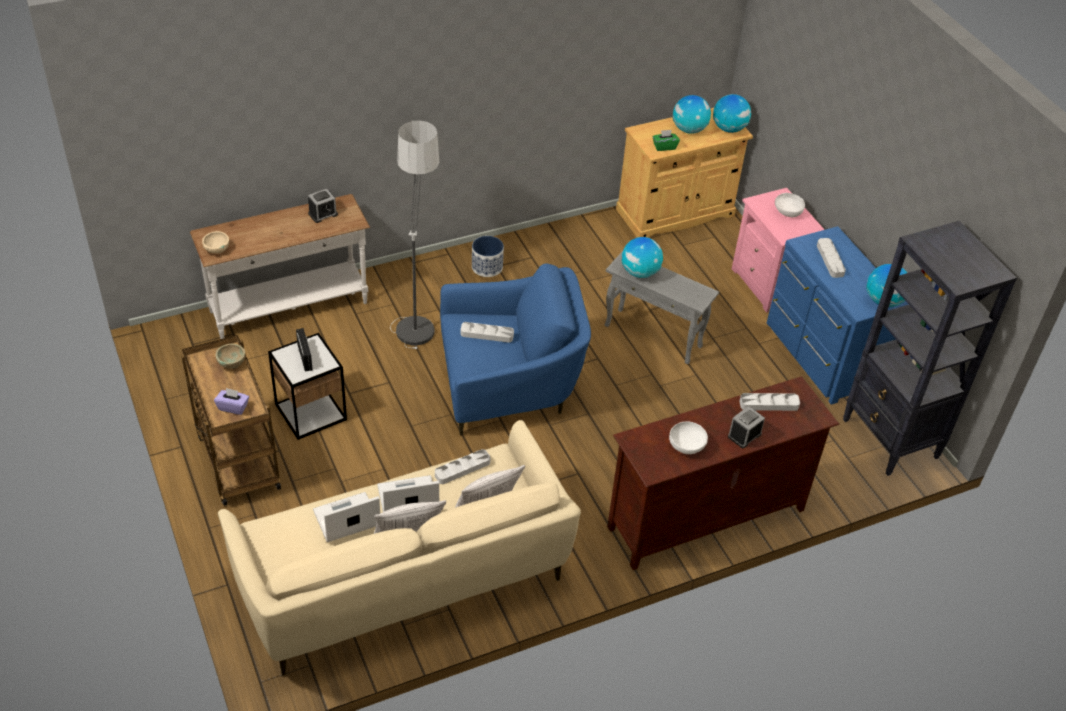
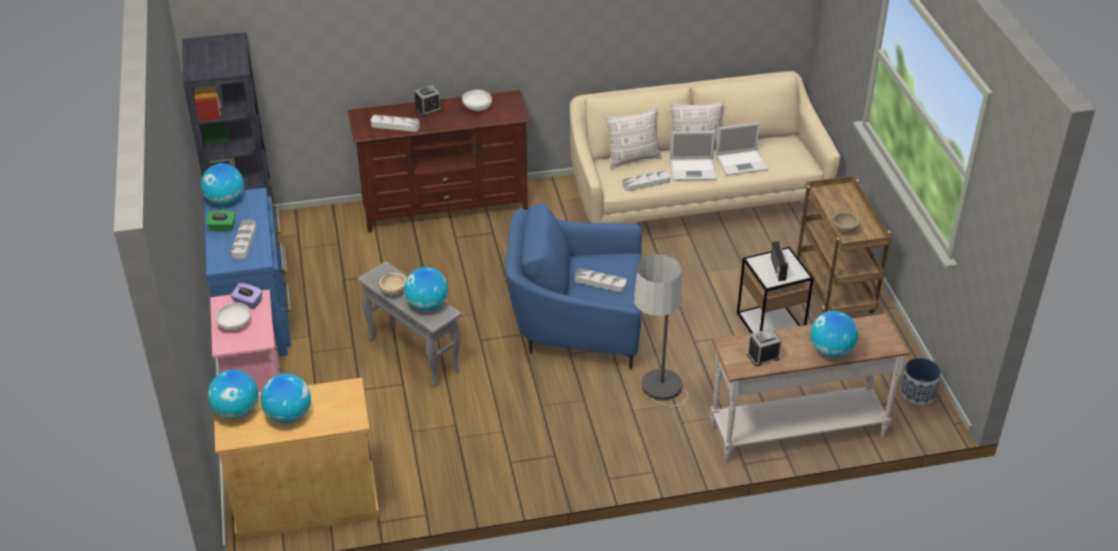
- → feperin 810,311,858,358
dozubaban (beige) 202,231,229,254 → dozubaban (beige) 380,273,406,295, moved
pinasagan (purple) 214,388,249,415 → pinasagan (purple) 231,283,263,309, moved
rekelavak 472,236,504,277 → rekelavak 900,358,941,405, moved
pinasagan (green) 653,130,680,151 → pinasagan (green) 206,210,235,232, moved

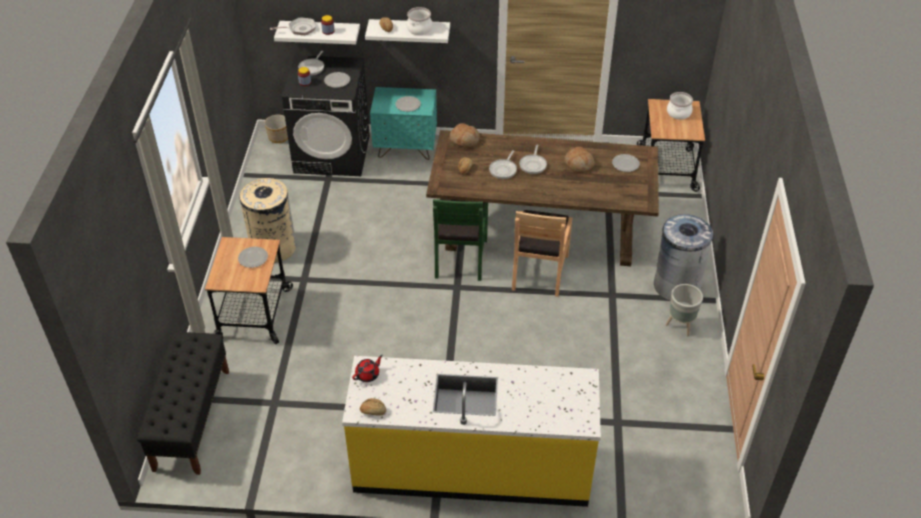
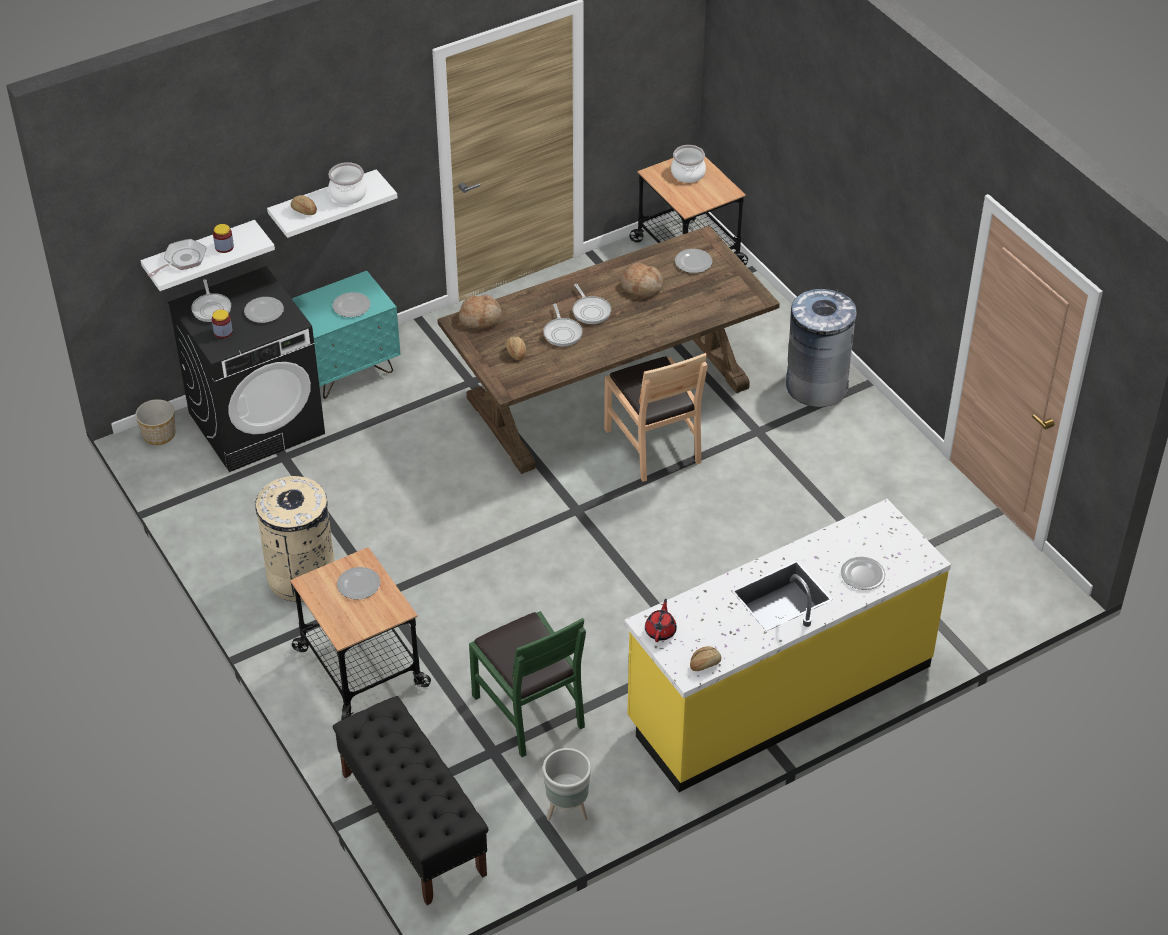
- → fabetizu 841,557,885,590
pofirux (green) 433,199,488,281 → pofirux (green) 469,611,586,757, moved
rekelavak (grey) 665,284,703,337 → rekelavak (grey) 543,748,591,820, moved

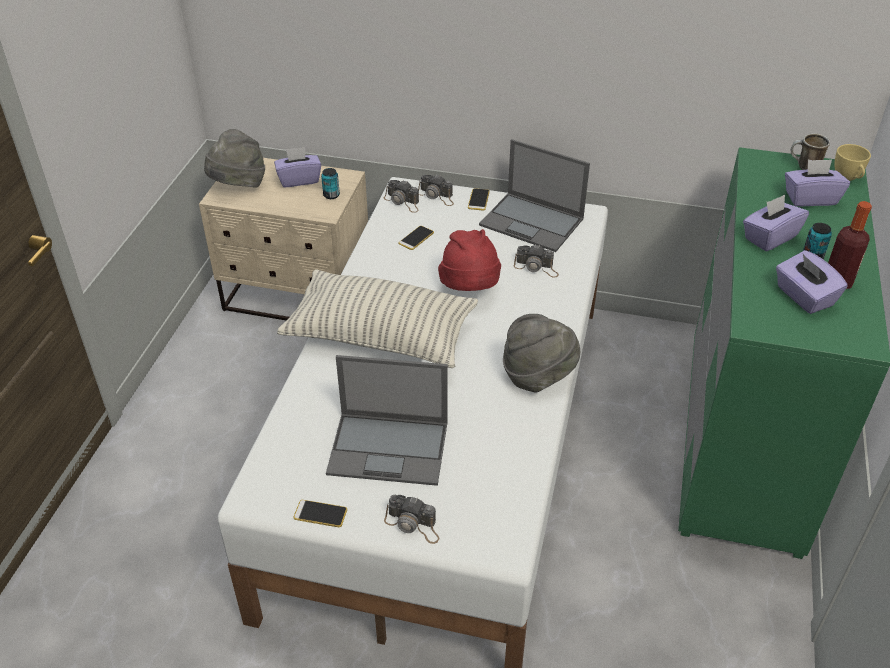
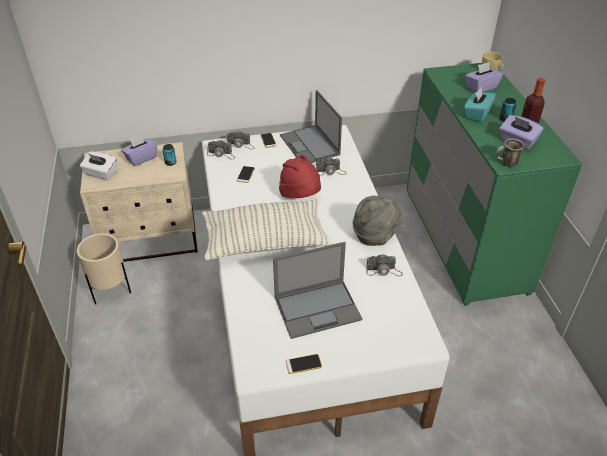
- → rekelavak (beige) 77,233,131,305
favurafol 384,495,439,544 → favurafol 366,254,403,277, moved
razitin 791,133,830,170 → razitin 496,139,524,167, moved
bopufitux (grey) 204,129,265,188 → pinasagan (white) 80,151,117,180
pinasagan (purple) 743,194,809,251 → pinasagan (turquoise) 464,87,496,123
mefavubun 479,139,590,252 → mefavubun 280,90,342,163, 60 degrees clockwise

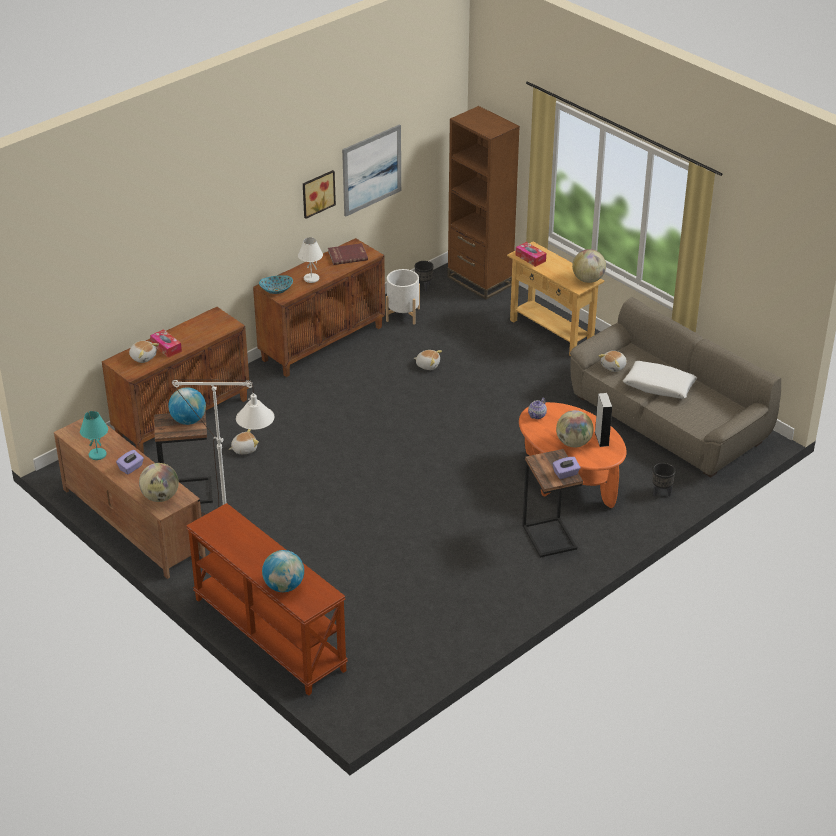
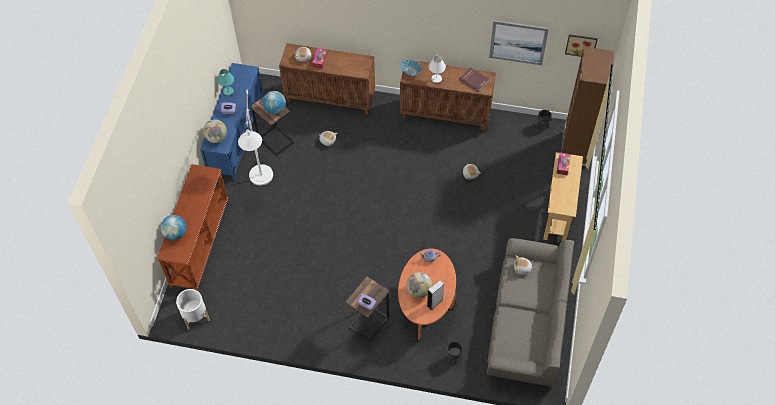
feperin 572,249,606,283 → -
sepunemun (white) 623,361,697,399 → -
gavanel 303,170,336,219 → gavanel 565,34,598,57, moved
rekelavak (white) 386,269,420,325 → rekelavak (white) 176,289,210,329, moved
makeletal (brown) 54,418,206,579 → makeletal (blue) 200,63,264,181

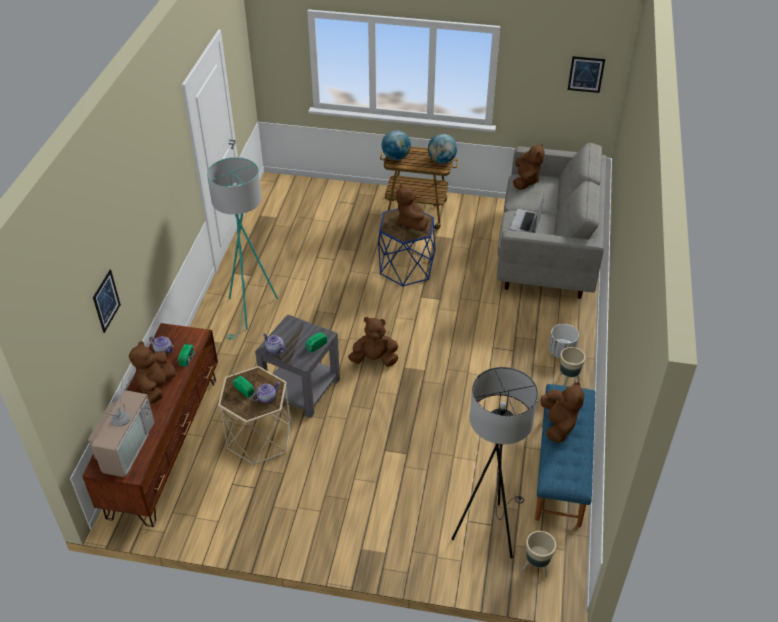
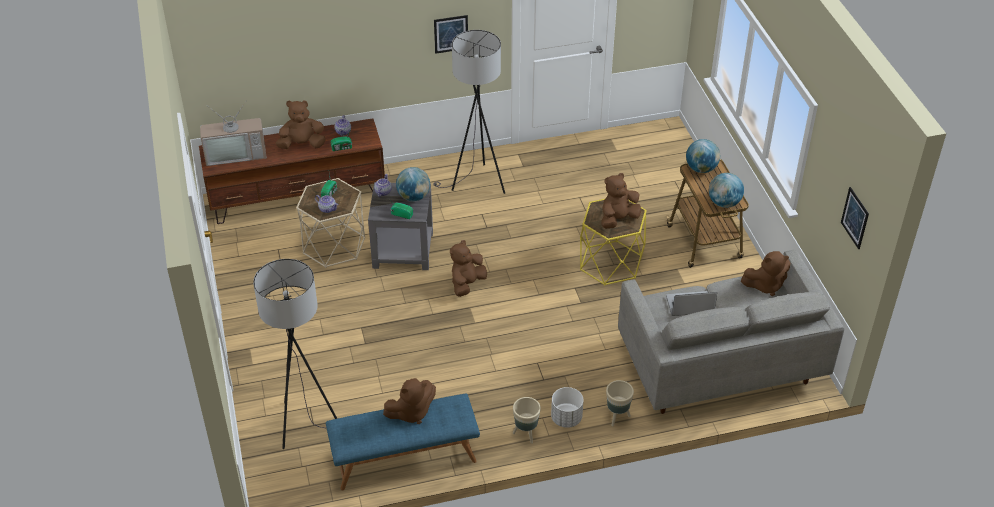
- → feperin 396,167,430,201
gavanel 93,270,121,333 → gavanel 434,15,468,54, moved
rekelavak (beige) 522,531,556,578 → rekelavak (beige) 606,380,634,426, moved
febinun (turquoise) 207,157,278,340 → febinun (grey) 433,30,505,194
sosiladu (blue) 378,208,435,287 → sosiladu (yellow) 580,198,647,286
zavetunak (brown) 348,317,398,367 → zavetunak (brown) 450,240,487,297, 120 degrees counterclockwise

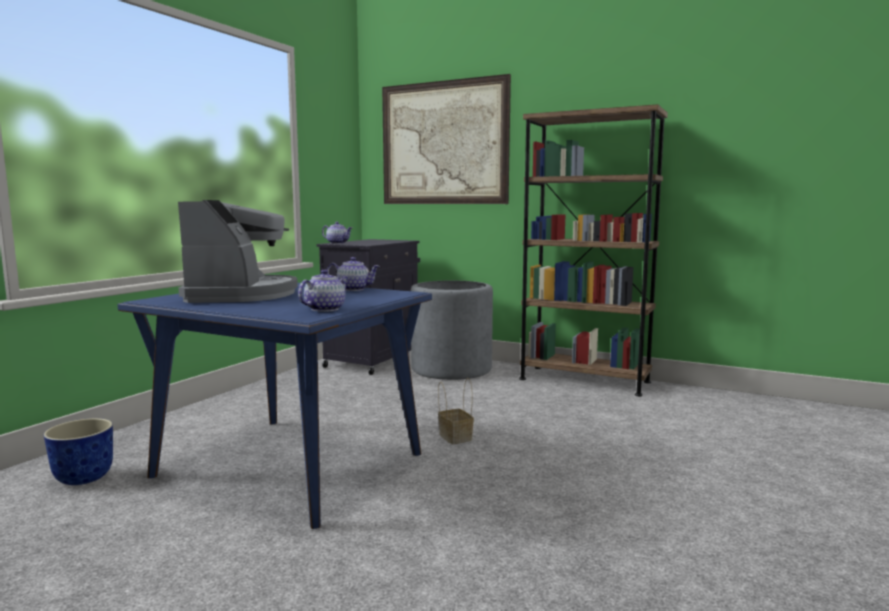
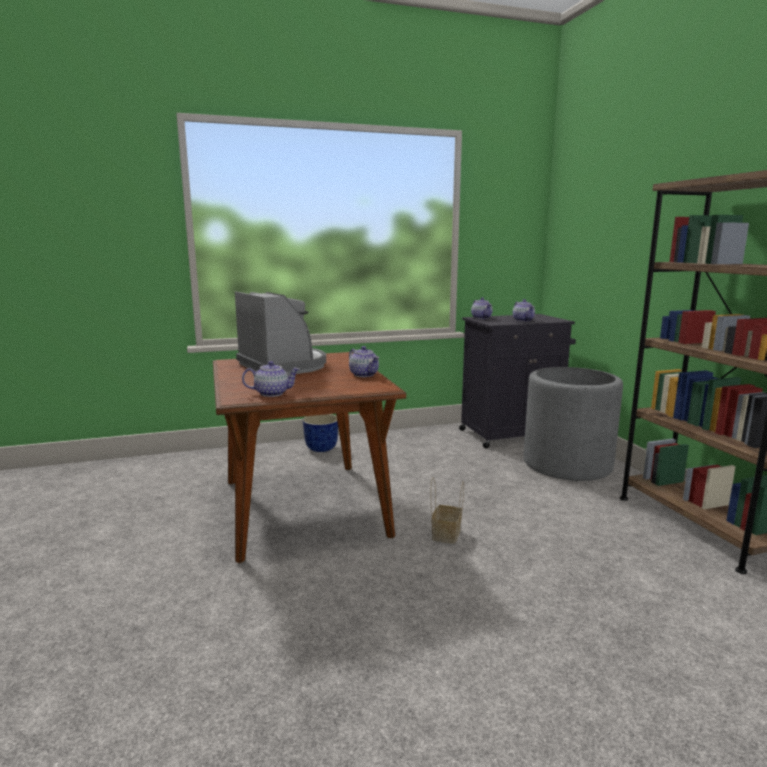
gavanel 382,74,511,204 → -
- → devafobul 513,299,535,322
rekelavak 44,418,113,485 → rekelavak 303,414,338,452, moved
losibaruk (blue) 118,283,432,529 → losibaruk (brown) 213,352,406,563
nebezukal 178,200,298,303 → nebezukal 235,291,326,375, 75 degrees counterclockwise

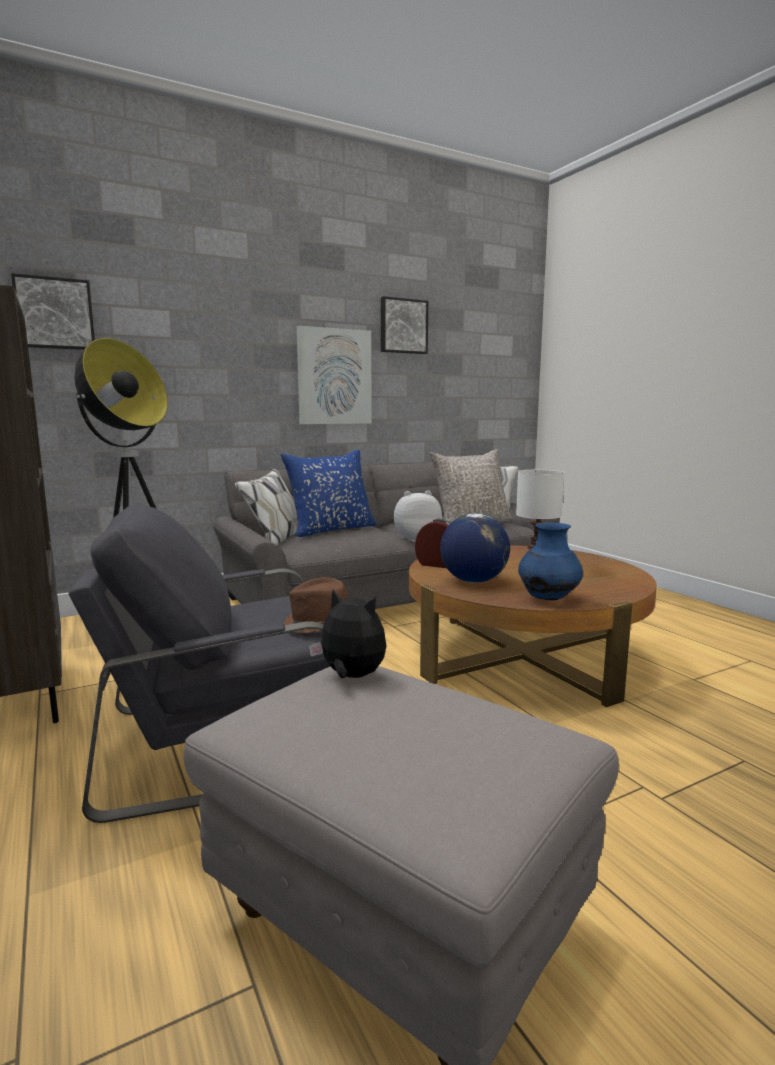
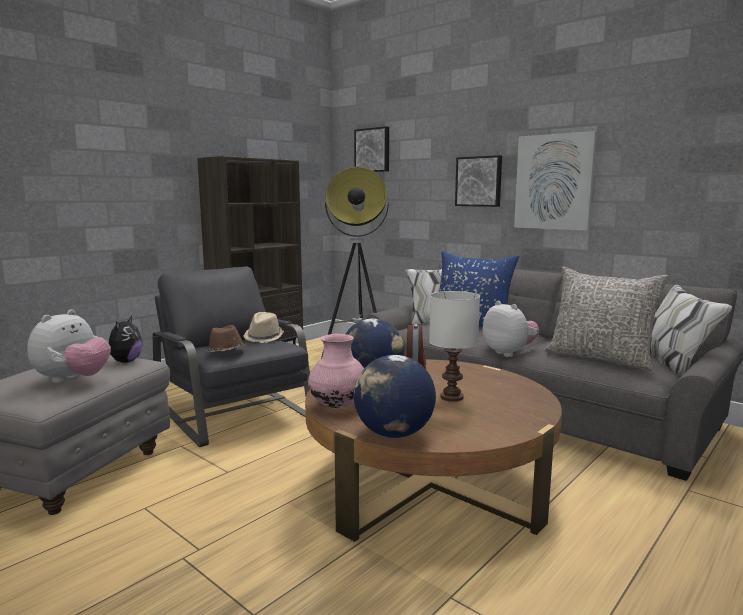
- → zavetunak 27,309,111,383
- → bopufitux (beige) 243,312,284,343
- → feperin 354,355,436,438
gavanel 381,296,428,354 → gavanel 455,155,502,207, moved
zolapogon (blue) 518,523,583,600 → zolapogon (pink) 308,334,364,408

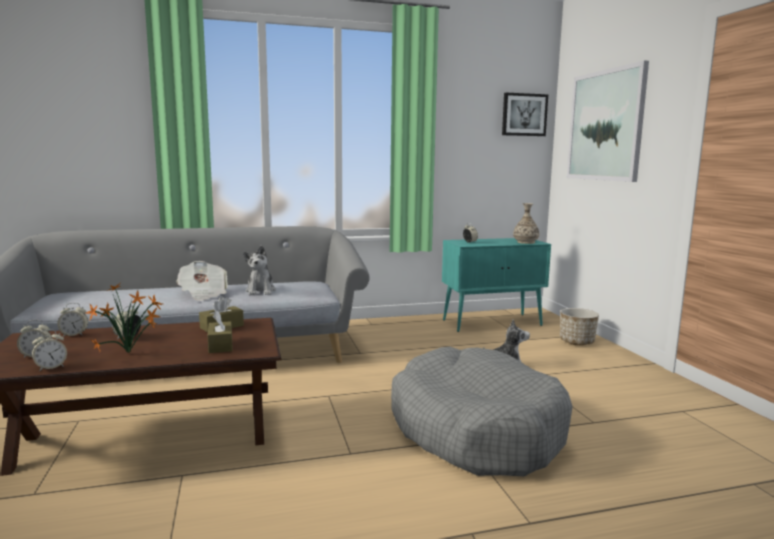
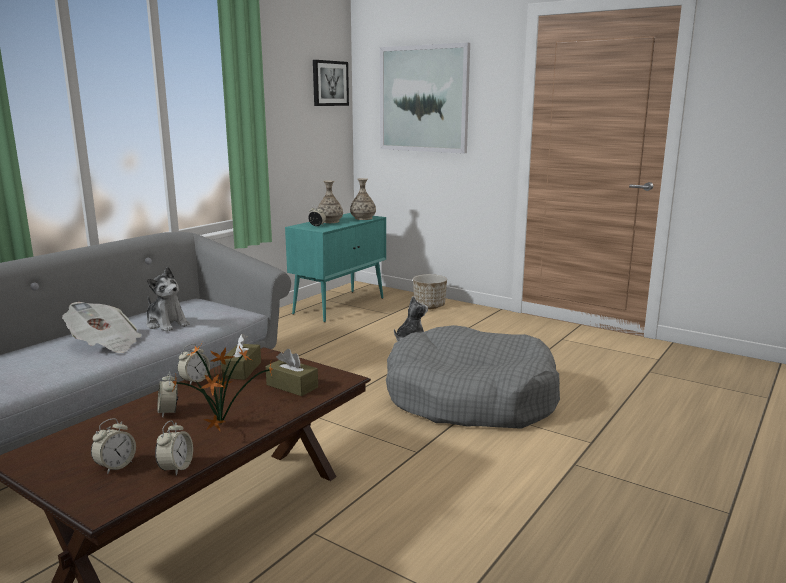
- → zolapogon 317,180,343,223
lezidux 57,303,88,337 → lezidux 177,344,210,385, moved

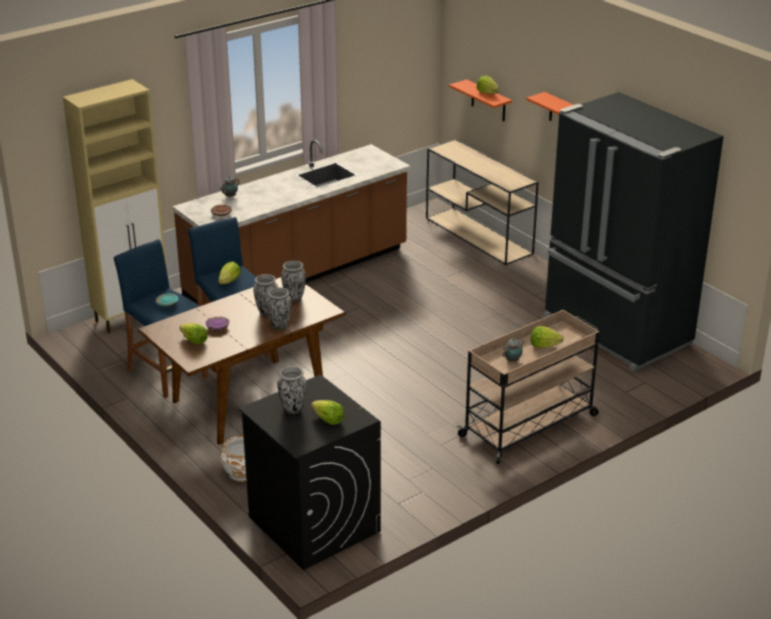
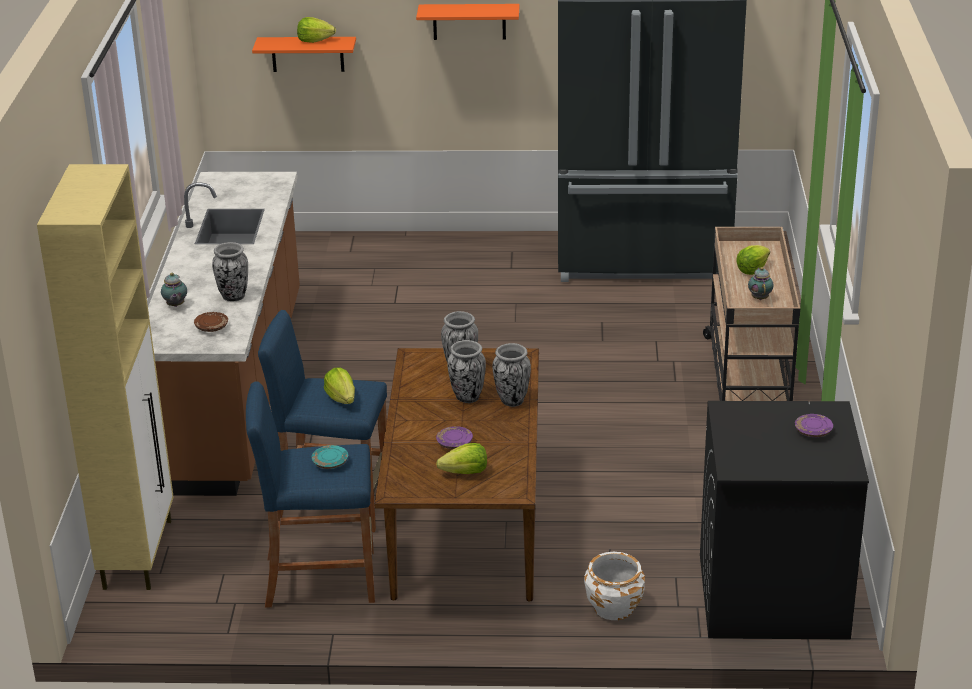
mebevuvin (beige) 426,139,539,265 → -
zolapogon 277,366,307,414 → zolapogon 212,242,248,301, moved
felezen 311,400,344,425 → fabetizu (purple) 795,414,833,437

